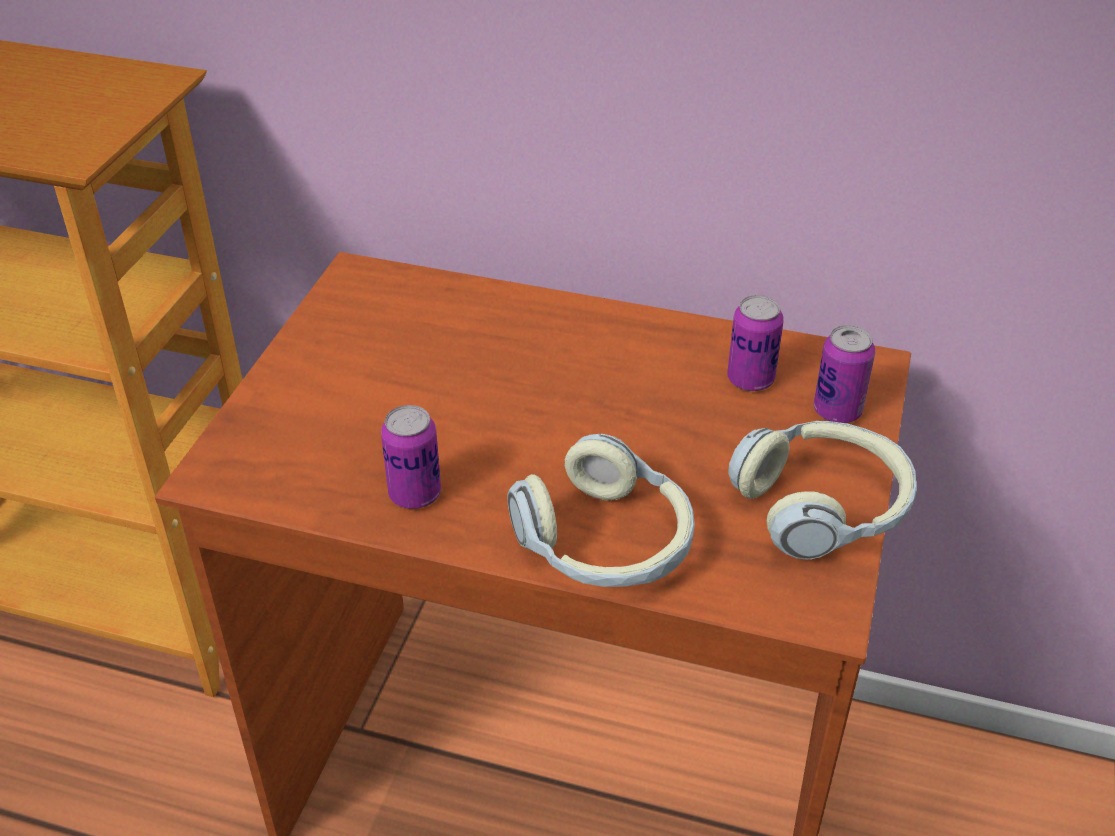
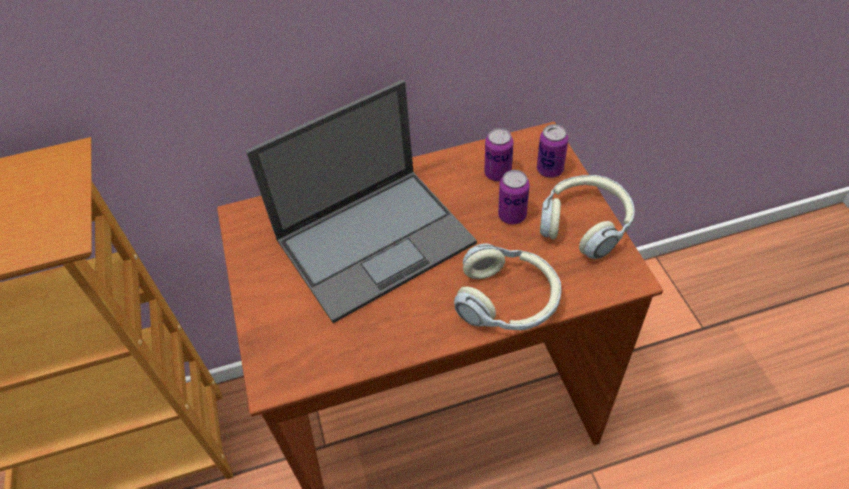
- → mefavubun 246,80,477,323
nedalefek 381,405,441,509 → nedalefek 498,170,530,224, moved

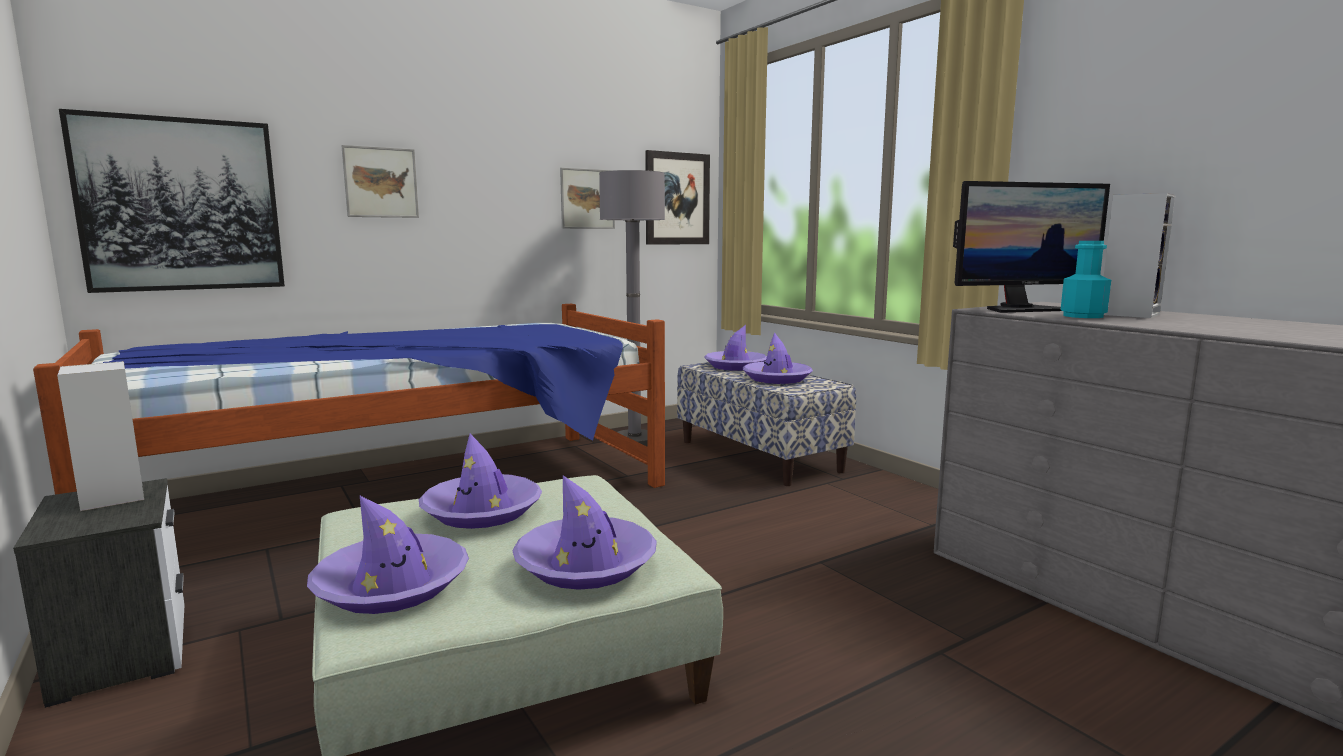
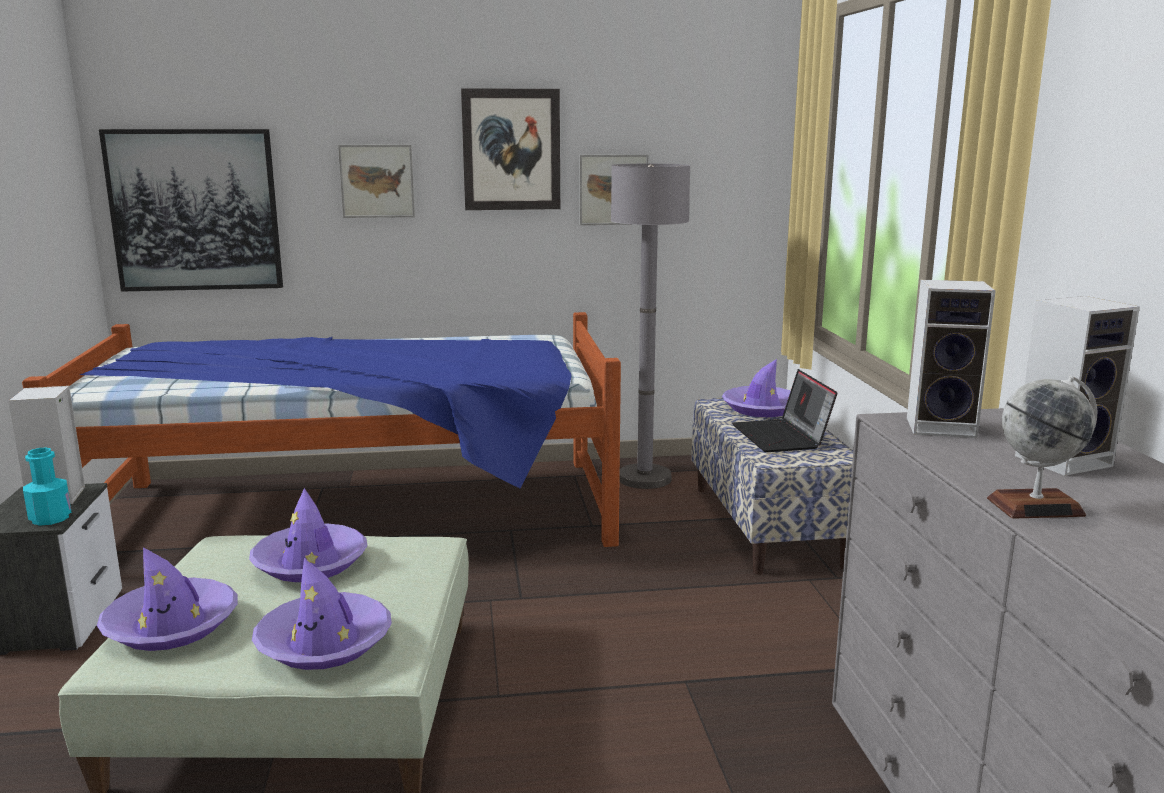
- → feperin 987,375,1097,519
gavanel 645,150,710,245 → gavanel 461,88,560,210, moved
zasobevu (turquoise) 1061,241,1111,318 → zasobevu (turquoise) 23,447,71,526, moved
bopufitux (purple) 743,332,813,384 → mefavubun 732,369,838,452
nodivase 953,181,1110,313 → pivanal 907,279,996,438

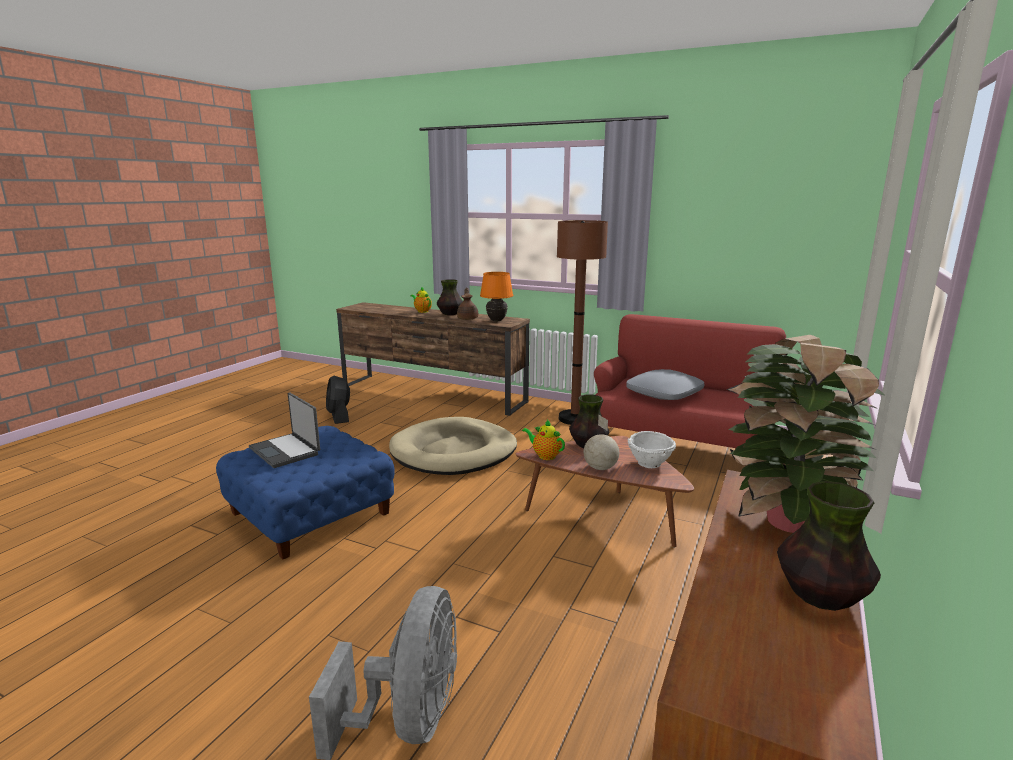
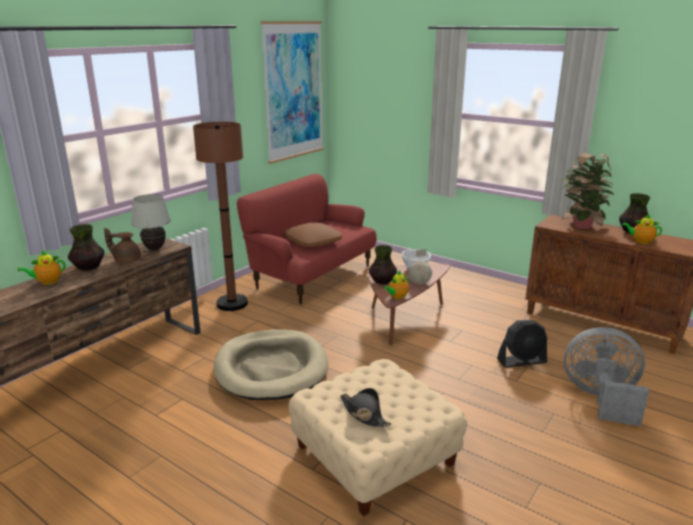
- → gavanel 260,21,324,164
- → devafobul 622,214,662,244
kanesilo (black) 326,376,350,424 → kanesilo (black) 497,320,547,368, moved
mefavubun 249,392,320,468 → bopufitux (black) 340,388,391,427
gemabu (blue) 216,426,395,559 → gemabu (beige) 289,359,467,516
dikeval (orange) 480,272,513,321 → dikeval (white) 131,194,171,250
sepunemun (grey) 626,369,704,400 → sepunemun (brown) 285,223,342,247

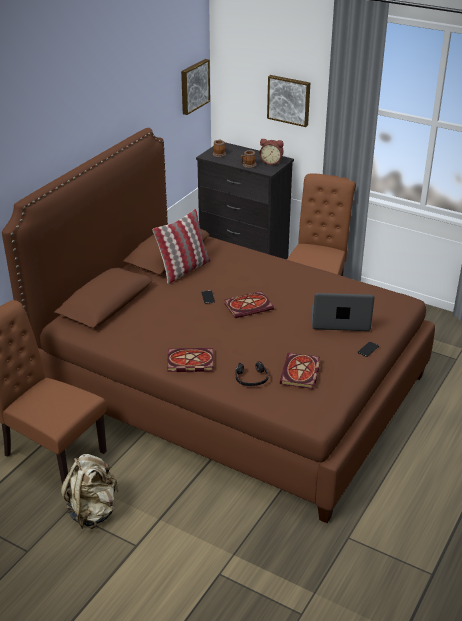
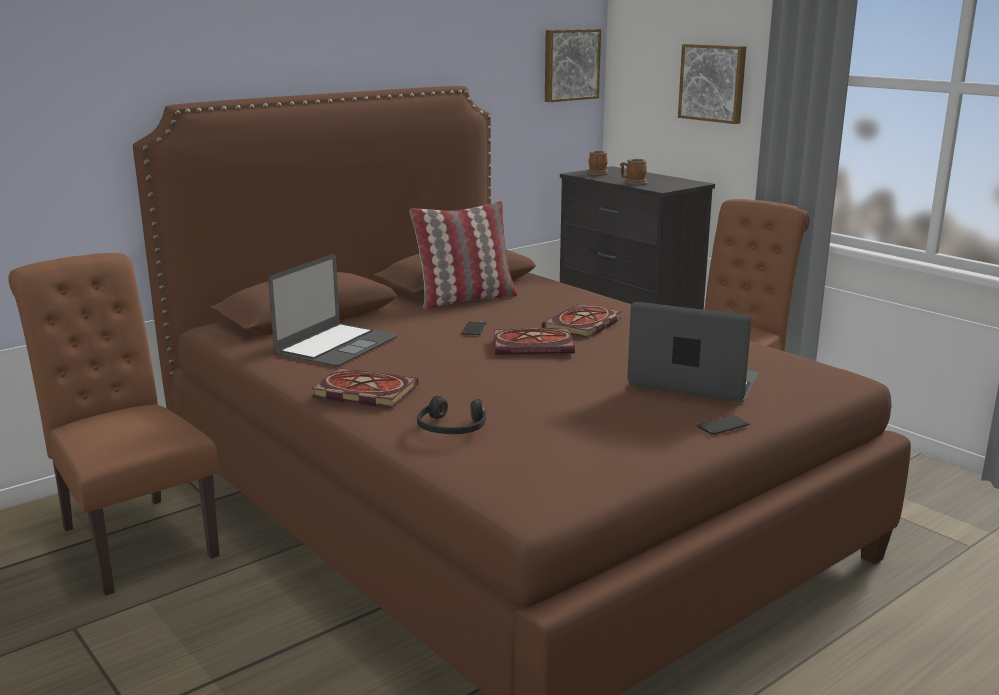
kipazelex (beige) 61,454,119,529 → -
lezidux 259,139,284,165 → -
- → mefavubun 268,254,398,366
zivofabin 280,353,320,389 → zivofabin 542,304,622,338, moved

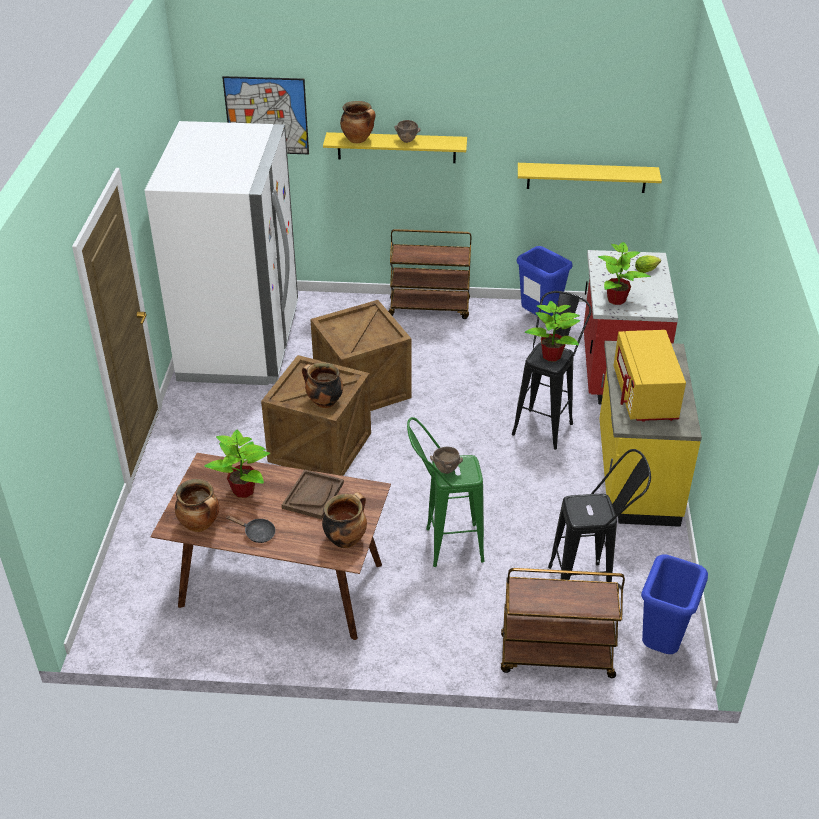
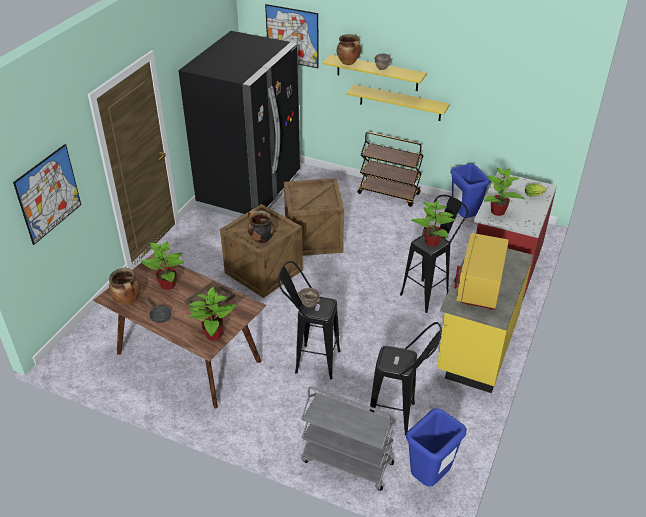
- → gavanel 13,144,81,245
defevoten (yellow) 518,163,662,193 → defevoten (yellow) 346,84,450,121, moved
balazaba 322,492,367,548 → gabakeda 188,286,237,341
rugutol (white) 145,121,298,385 → rugutol (black) 178,31,300,218
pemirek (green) 407,417,485,567 → pemirek (black) 278,261,340,380
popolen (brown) 501,568,625,678 → popolen (grey) 301,386,395,491

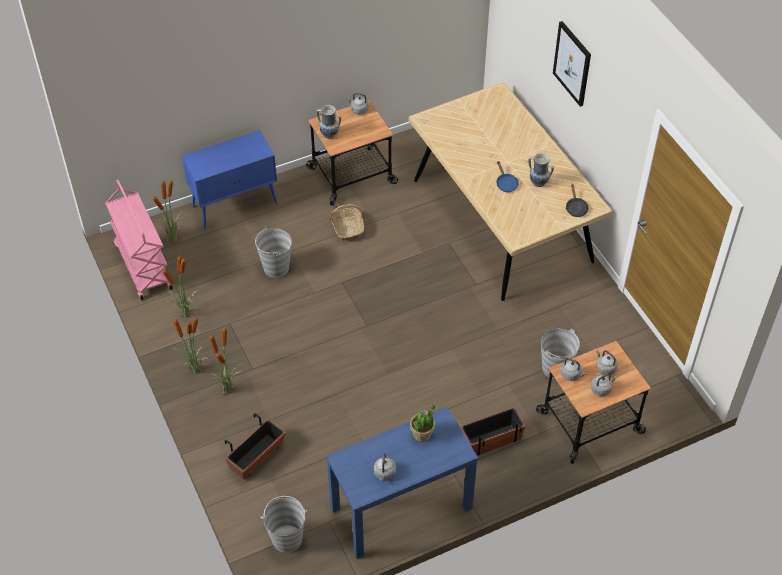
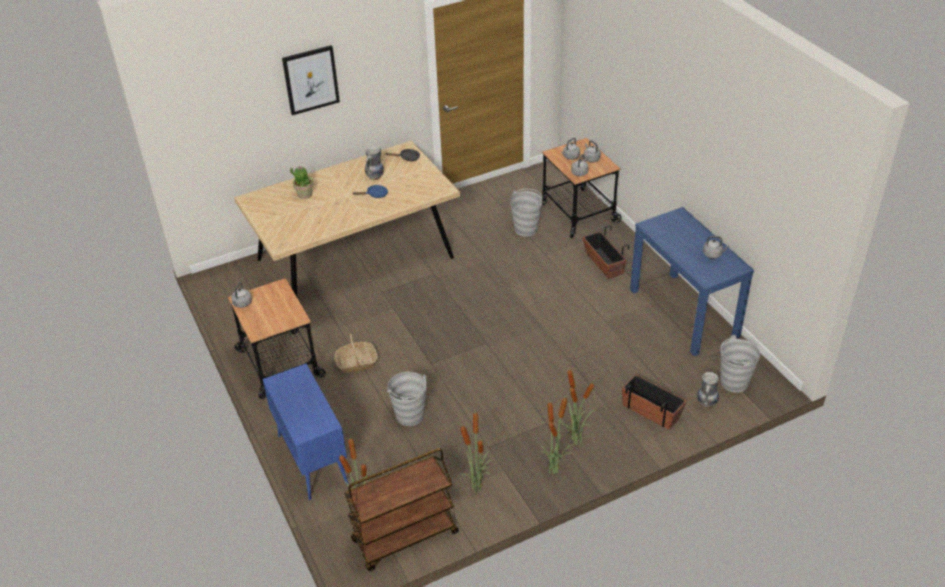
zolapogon 316,105,341,139 → zolapogon 697,372,719,409, moved
gabakeda 410,404,435,442 → gabakeda 290,166,313,199, moved
popolen (pink) 105,180,173,300 → popolen (brown) 344,448,459,571

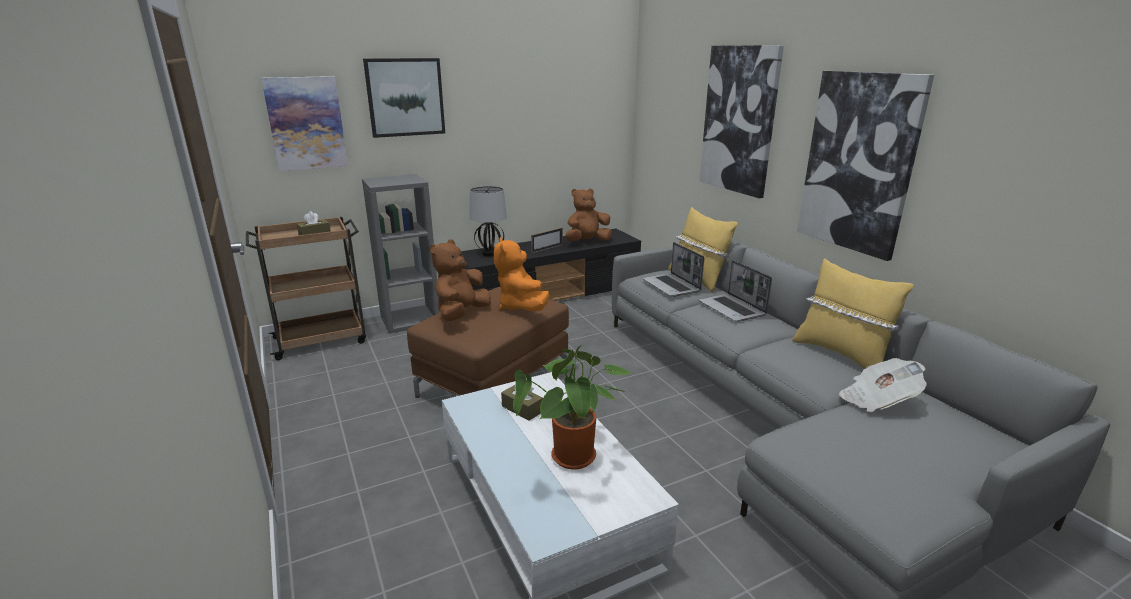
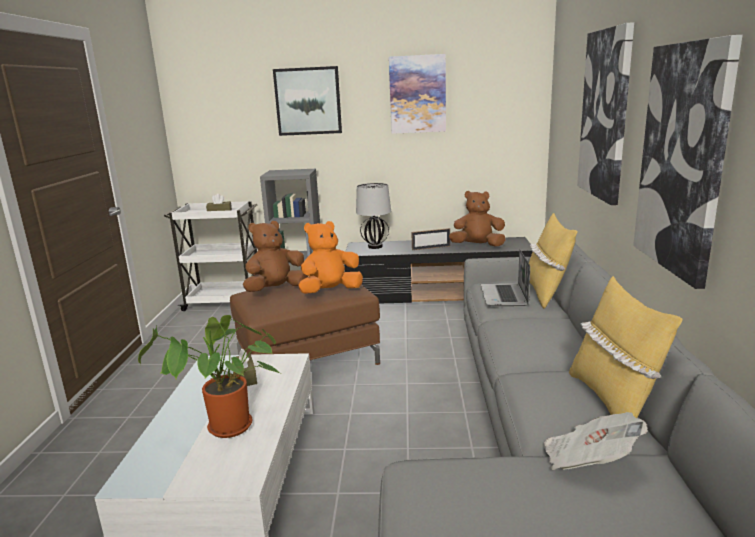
mefavubun 699,260,772,322 → -
gavanel 261,76,348,171 → gavanel 389,54,446,134, moved
popolen (brown) 246,217,366,360 → popolen (white) 164,201,257,311
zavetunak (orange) 494,237,549,311 → zavetunak (orange) 298,221,363,294, 45 degrees clockwise

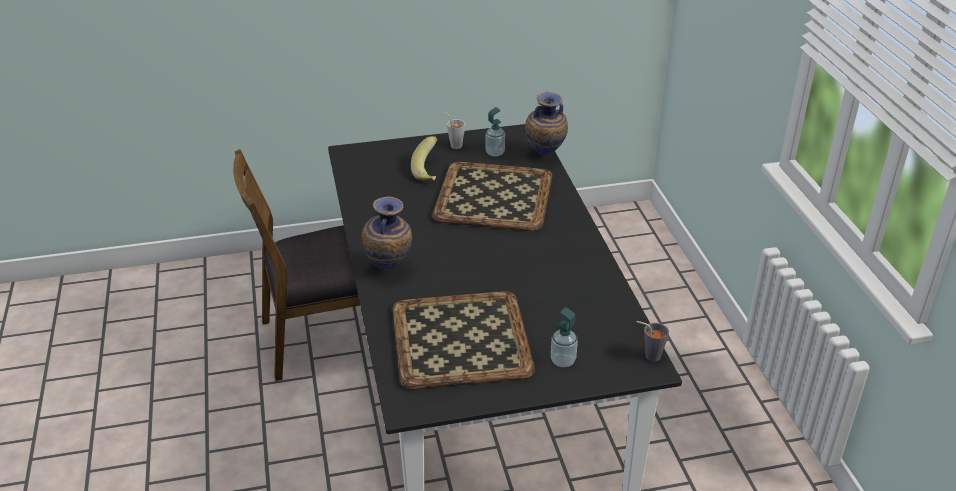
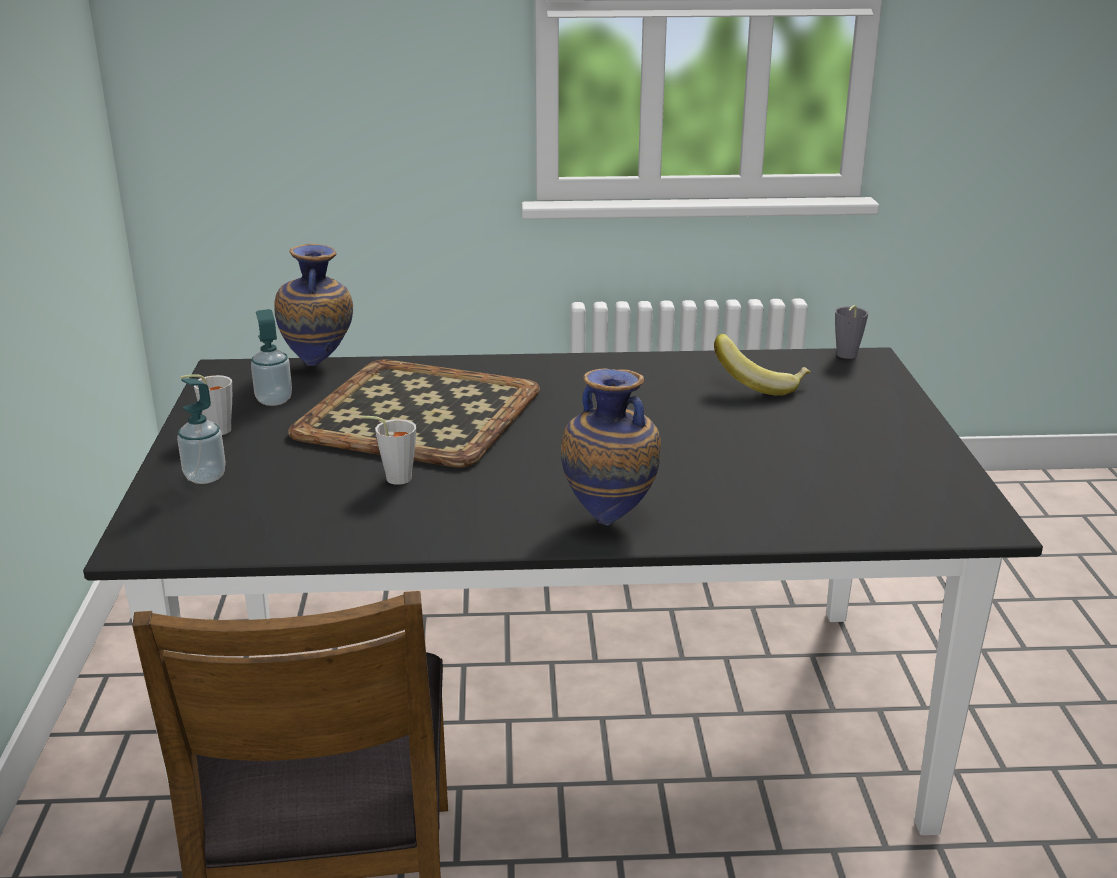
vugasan 393,291,535,389 → -
- → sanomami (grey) 360,416,416,485
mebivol 411,136,437,181 → mebivol 714,334,811,396, moved
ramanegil 551,307,578,367 → ramanegil 177,379,226,484, moved

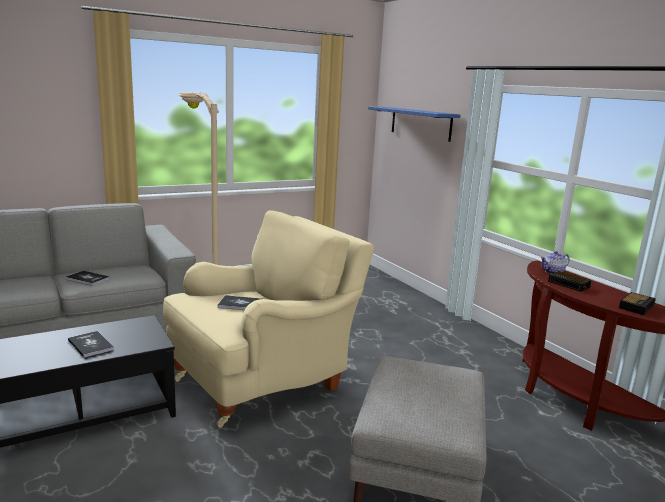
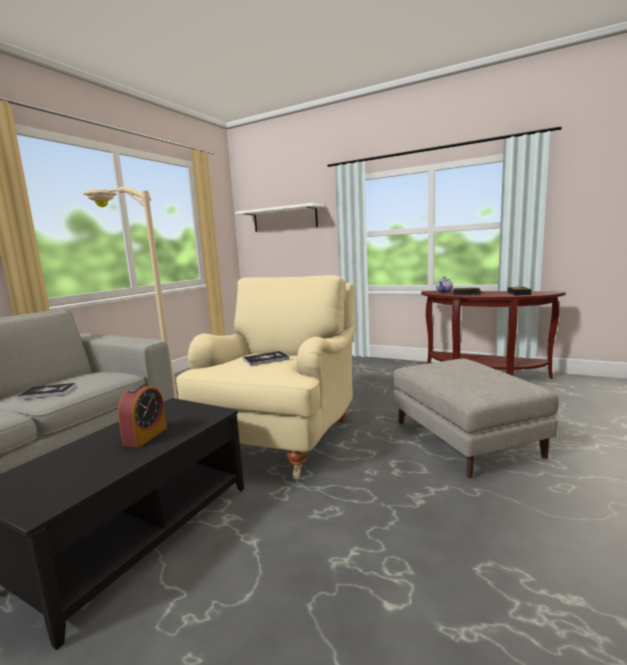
zivofabin 68,331,114,358 → lezidux 118,383,167,448
defevoten (blue) 368,106,461,142 → defevoten (white) 235,203,324,232

